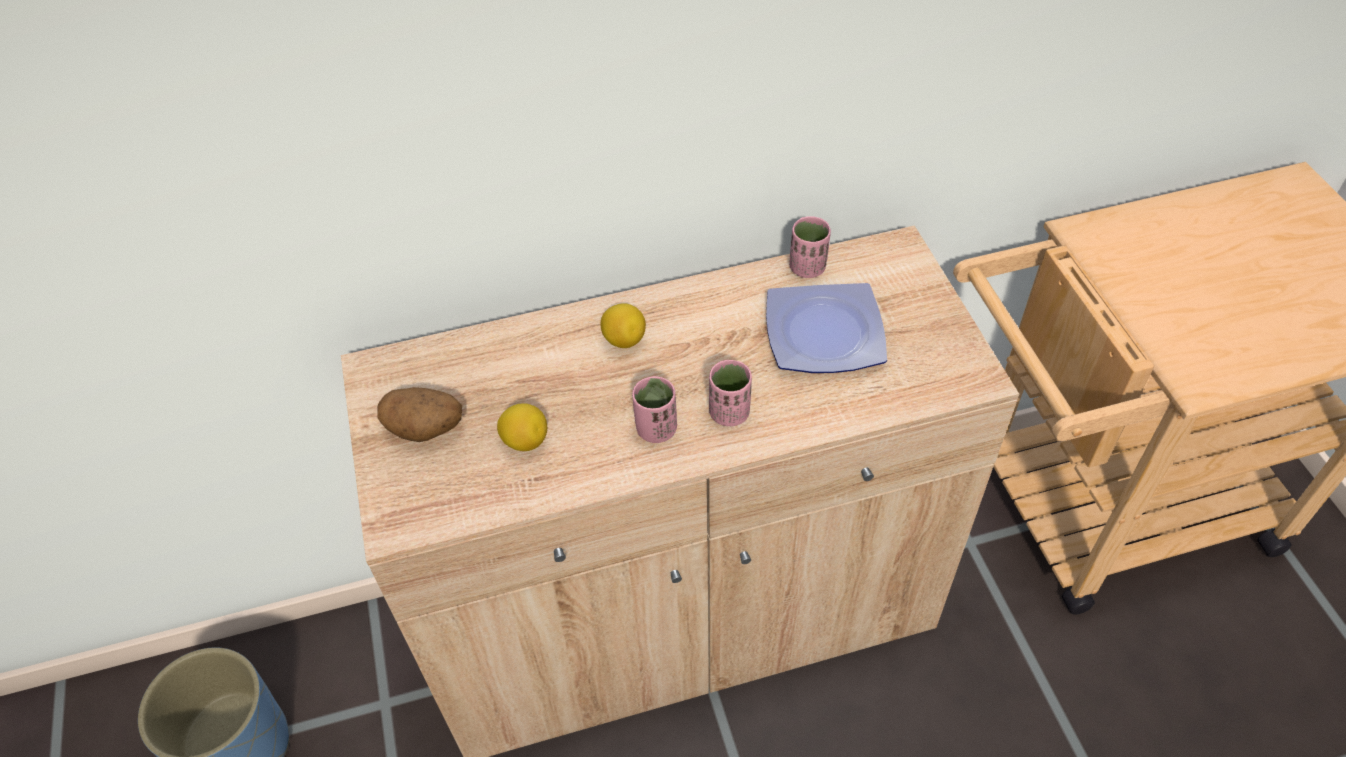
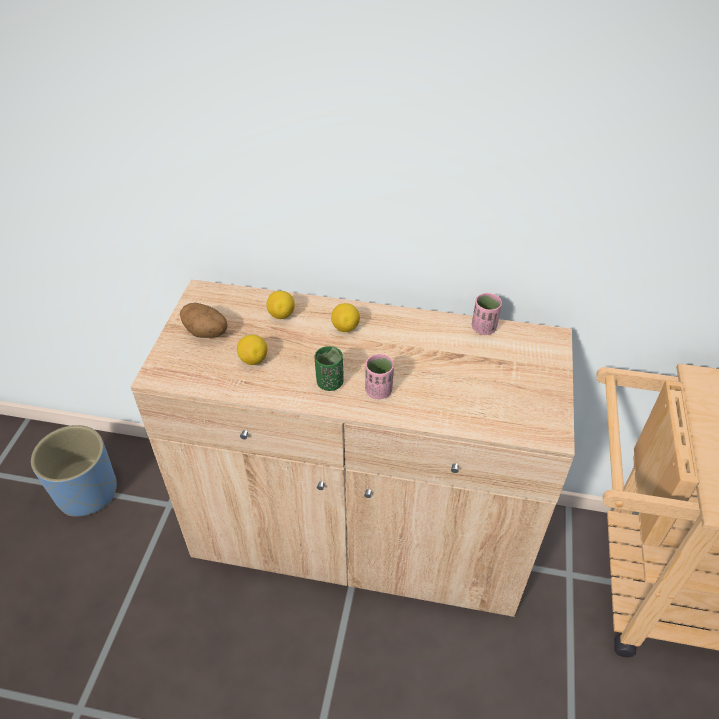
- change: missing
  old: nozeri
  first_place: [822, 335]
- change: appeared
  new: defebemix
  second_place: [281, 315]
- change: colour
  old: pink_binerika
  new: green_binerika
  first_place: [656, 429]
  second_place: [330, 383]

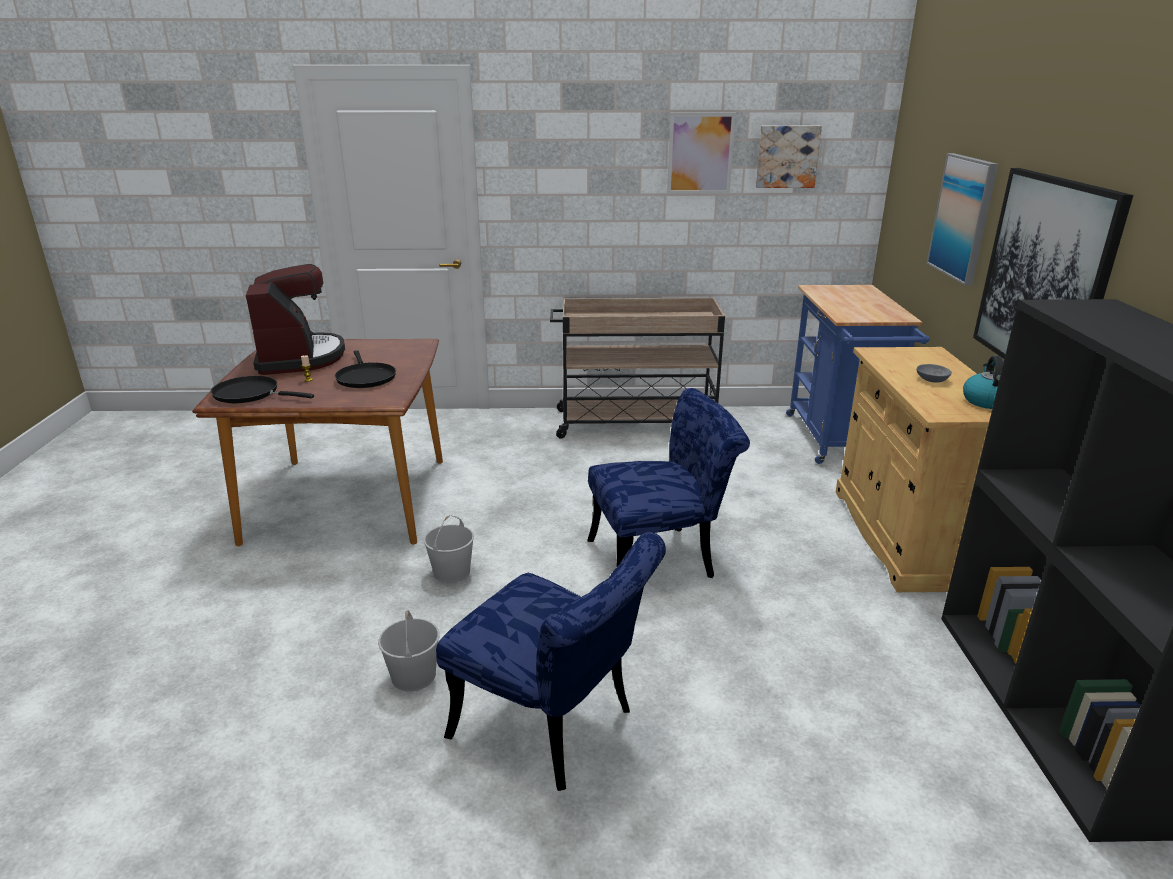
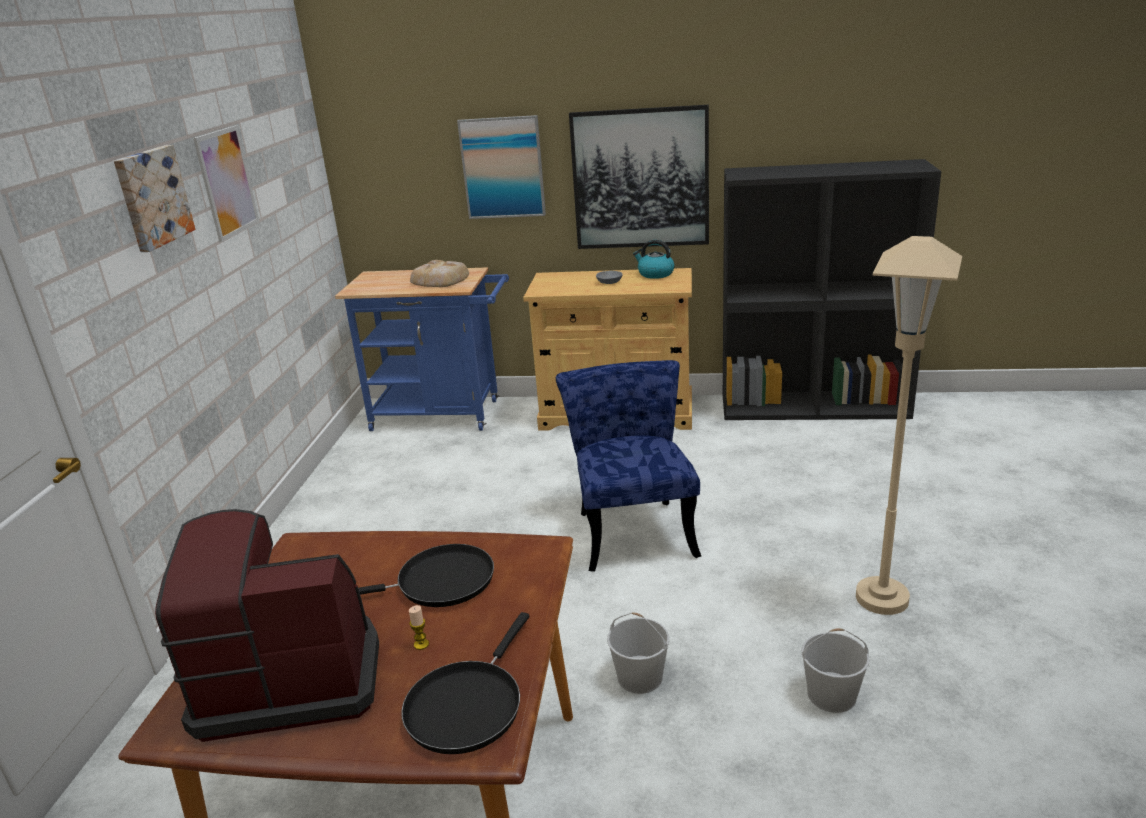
- change: missing
  old: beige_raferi
  first_place: [635, 423]
- change: appeared
  new: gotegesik
  second_place: [441, 280]
- change: relocated
  old: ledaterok
  first_place: [787, 156]
  second_place: [152, 197]
- change: exchanged
  old: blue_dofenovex
  new: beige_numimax
  first_place: [555, 728]
  second_place: [882, 598]

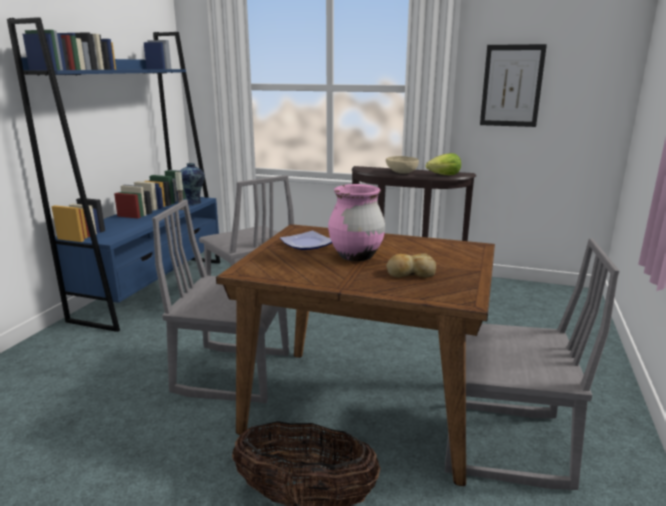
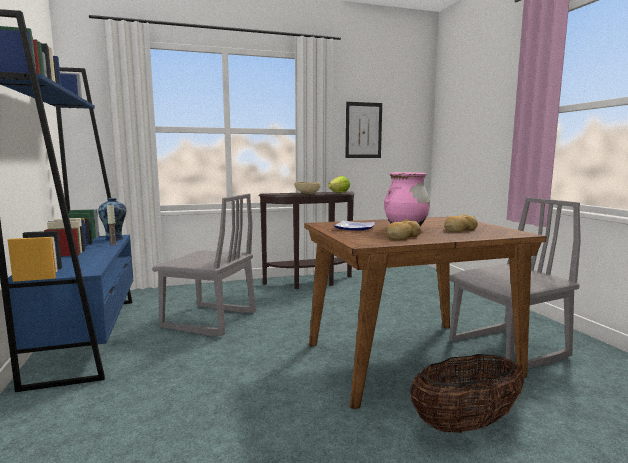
- change: missing
  old: grey_dofenovex
  first_place: [233, 373]
- change: appeared
  new: gotegesik
  second_place: [402, 237]

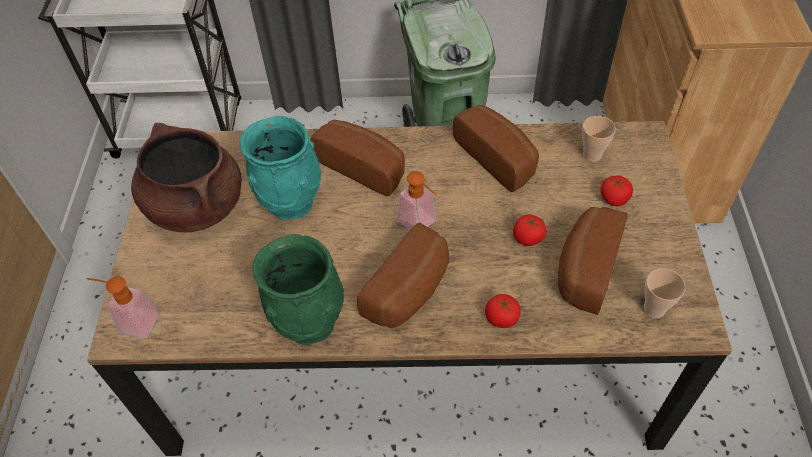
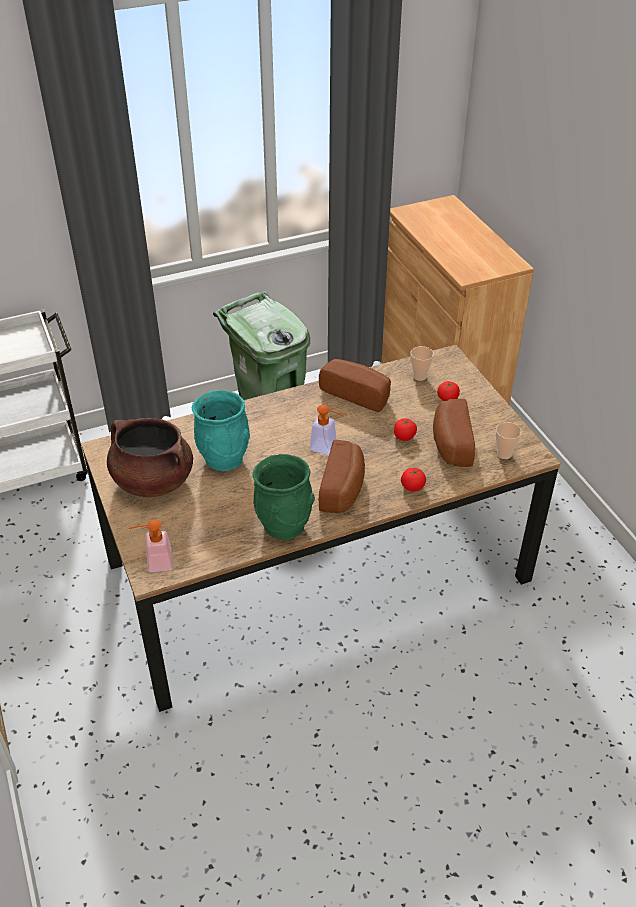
- change: missing
  old: gotegesik
  first_place: [364, 166]

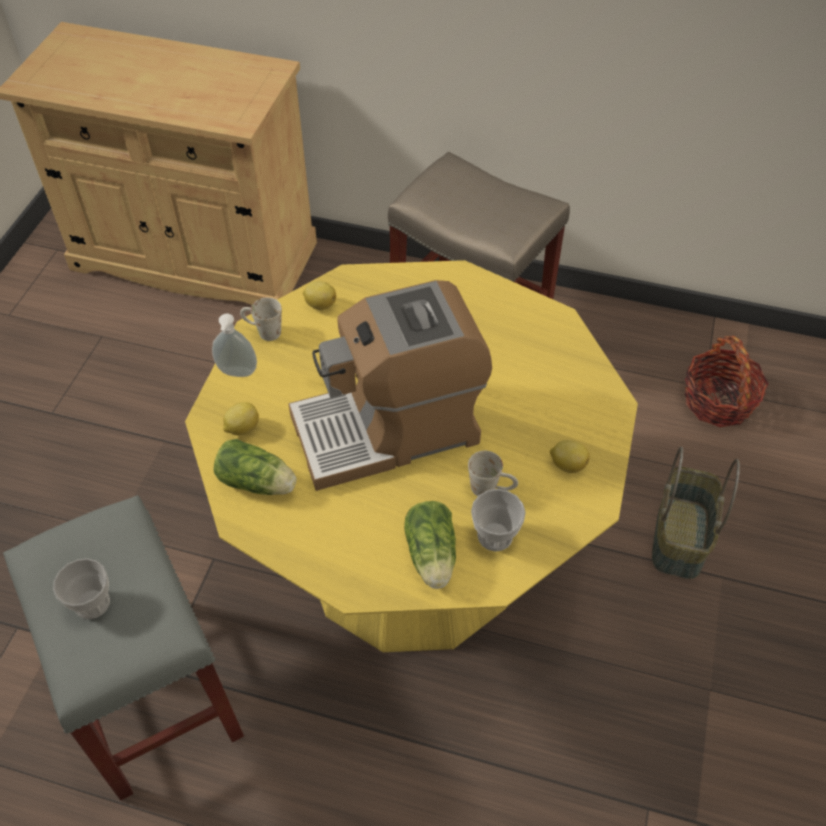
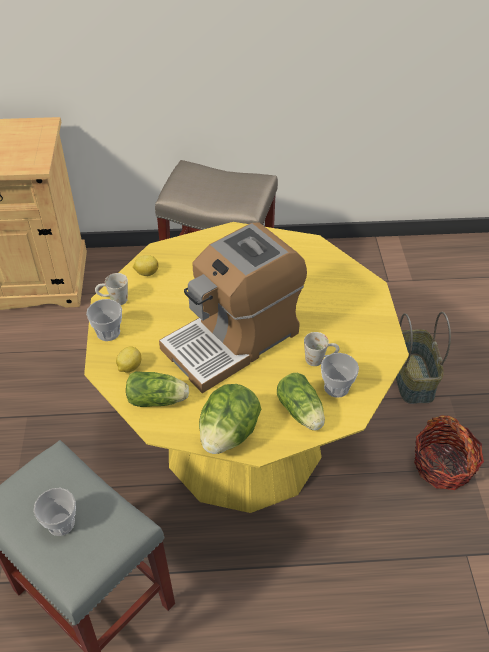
- change: missing
  old: defebemix
  first_place: [567, 464]
- change: appeared
  new: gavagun
  second_place: [228, 434]
- change: relocated
  old: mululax
  first_place: [718, 401]
  second_place: [443, 465]
- change: exchanged
  old: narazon
  new: binerika
  first_place: [237, 374]
  second_place: [108, 332]

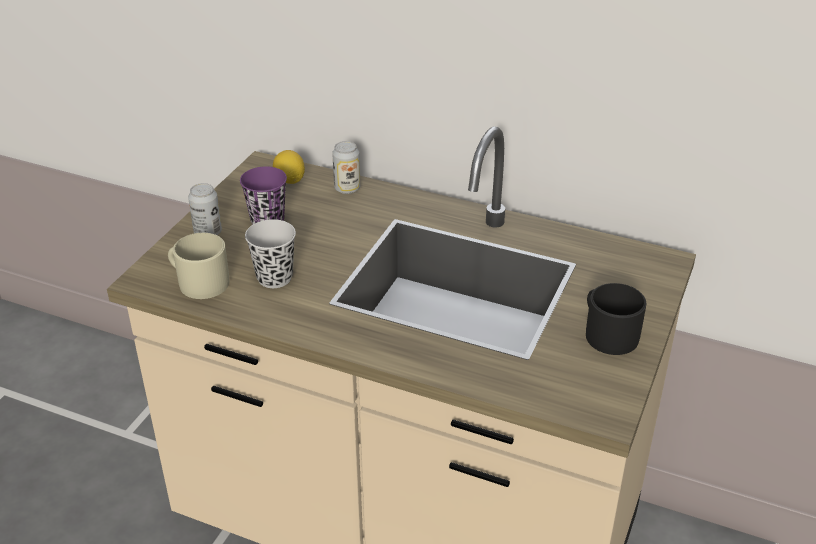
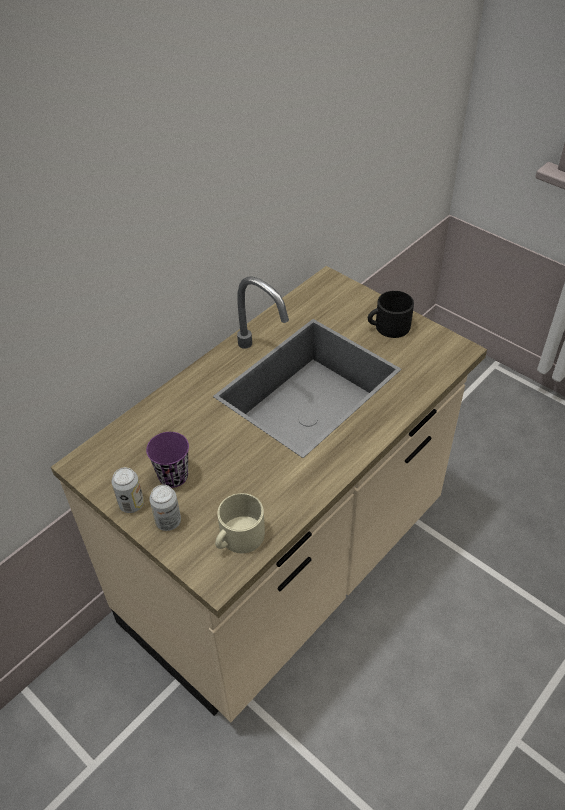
- change: missing
  old: black_binerika
  first_place: [274, 278]
- change: missing
  old: defebemix
  first_place: [290, 180]
- change: relocated
  old: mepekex
  first_place: [347, 188]
  second_place: [131, 504]

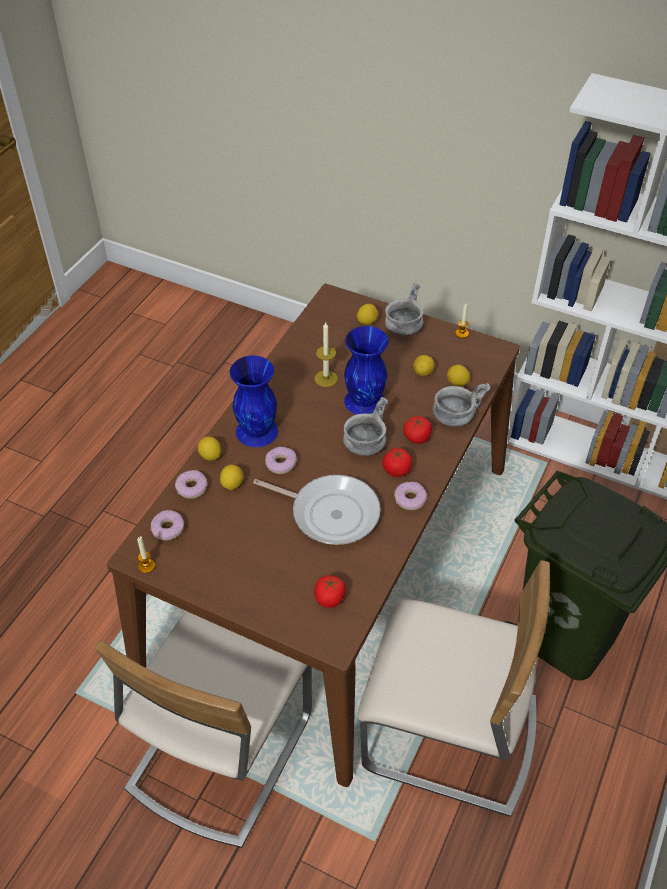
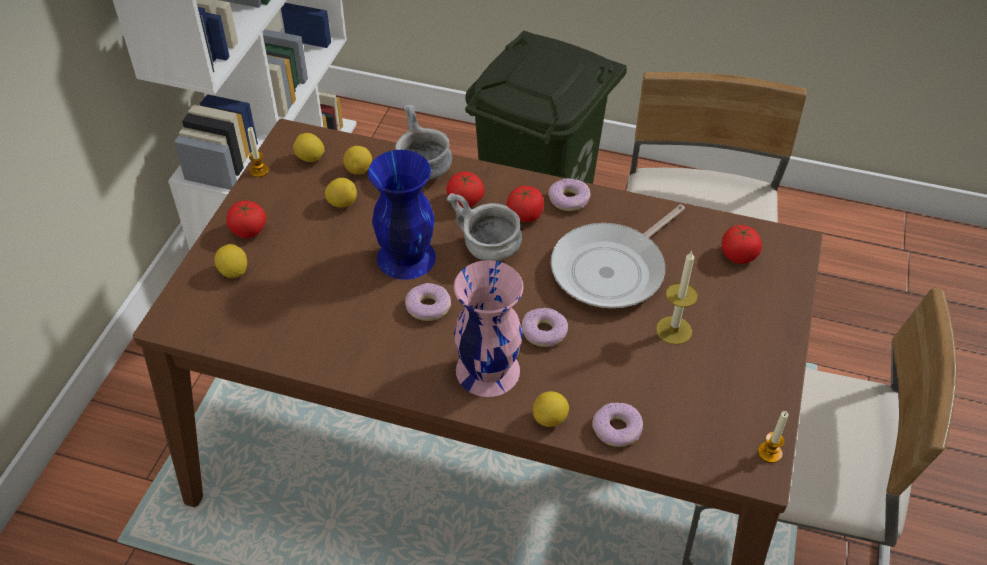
- change: relocated
  old: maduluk
  first_place: [168, 529]
  second_place: [428, 307]
- change: relocated
  old: defebemix
  first_place: [232, 484]
  second_place: [310, 158]
- change: relocated
  old: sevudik
  first_place: [326, 378]
  second_place: [674, 330]
- change: exchanged
  old: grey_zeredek
  new: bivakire
  first_place: [403, 328]
  second_place: [248, 230]
- change: colour
  old: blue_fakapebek
  new: pink_fakapebek
  first_place: [257, 431]
  second_place: [486, 369]
- change: spun
  old: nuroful
  first_place: [330, 512]
  second_place: [612, 269]
  degrees: -150

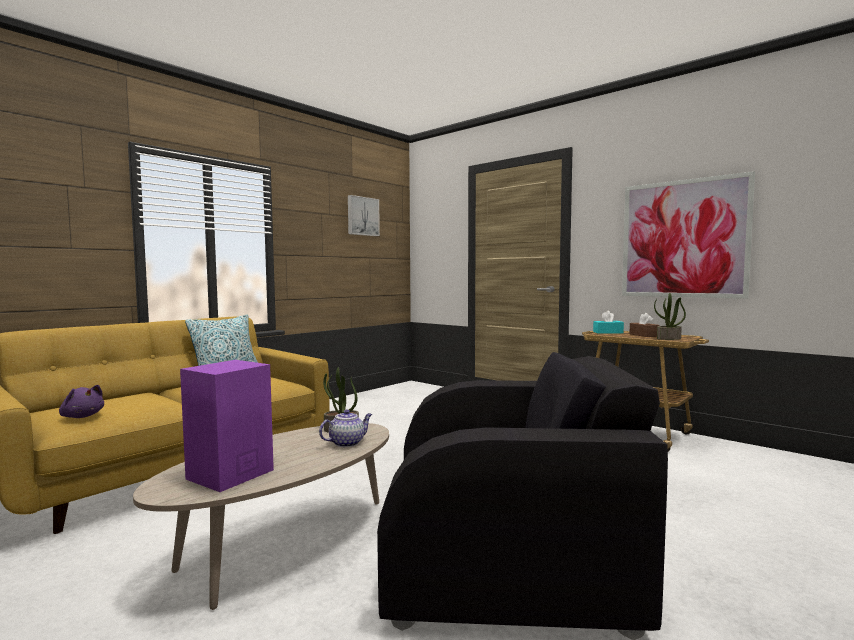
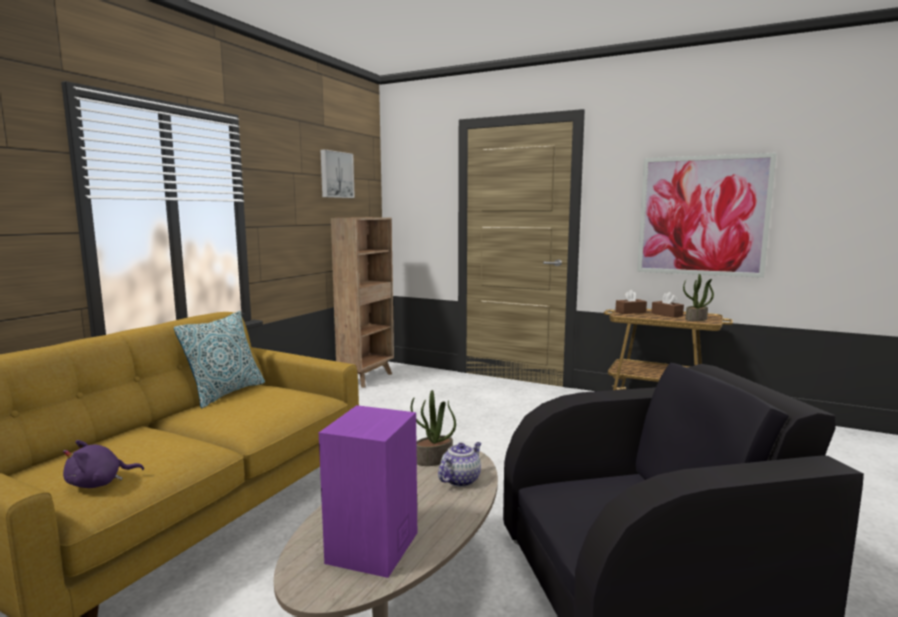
- change: appeared
  new: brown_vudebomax
  second_place: [367, 378]
- change: colour
  old: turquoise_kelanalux
  new: brown_kelanalux
  first_place: [608, 332]
  second_place: [630, 312]
- change: spun
  old: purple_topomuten
  first_place: [82, 416]
  second_place: [99, 483]
  degrees: 135

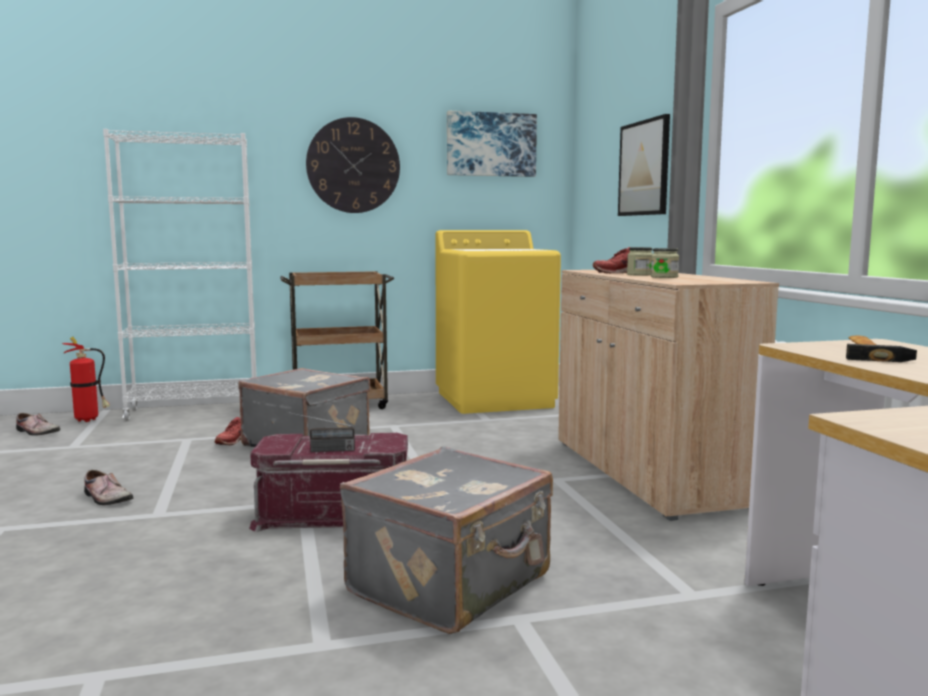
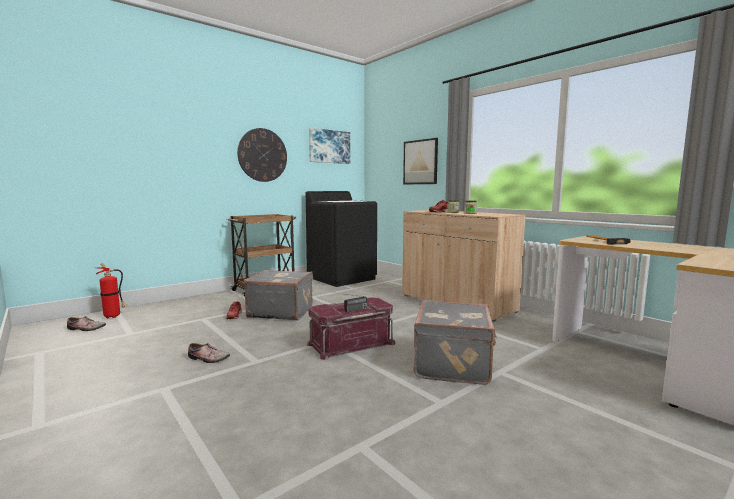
- change: missing
  old: white_vudebomax
  first_place: [195, 411]
- change: colour
  old: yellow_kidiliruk
  new: black_kidiliruk
  first_place: [495, 399]
  second_place: [342, 278]

